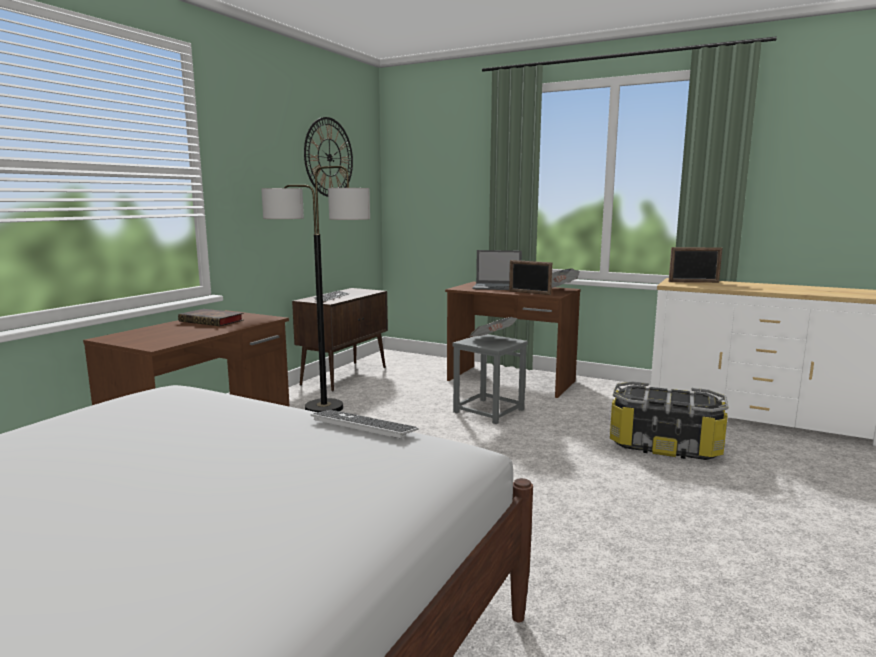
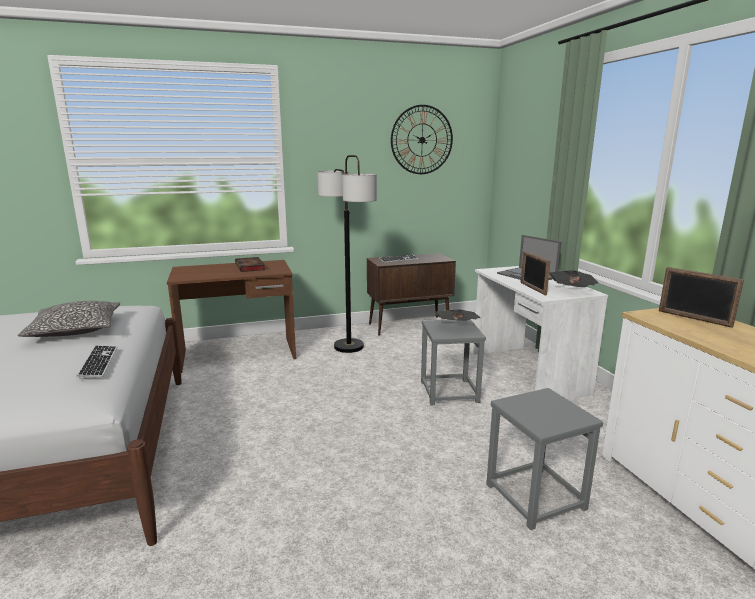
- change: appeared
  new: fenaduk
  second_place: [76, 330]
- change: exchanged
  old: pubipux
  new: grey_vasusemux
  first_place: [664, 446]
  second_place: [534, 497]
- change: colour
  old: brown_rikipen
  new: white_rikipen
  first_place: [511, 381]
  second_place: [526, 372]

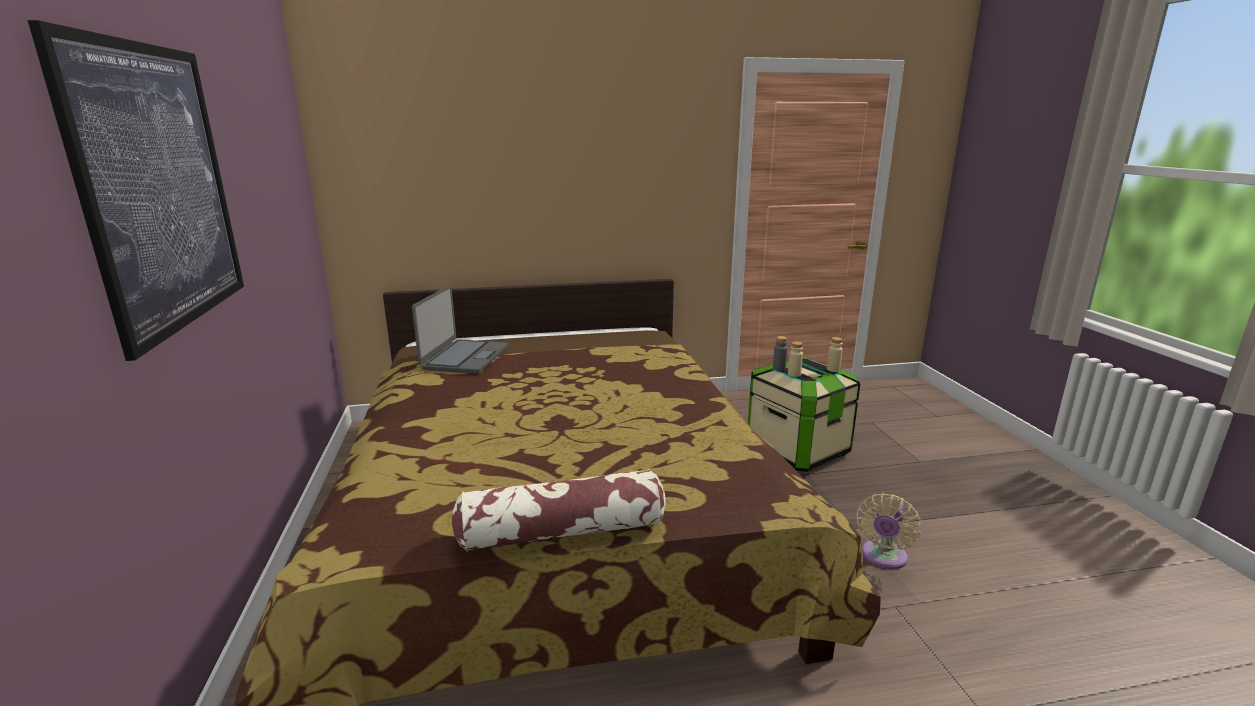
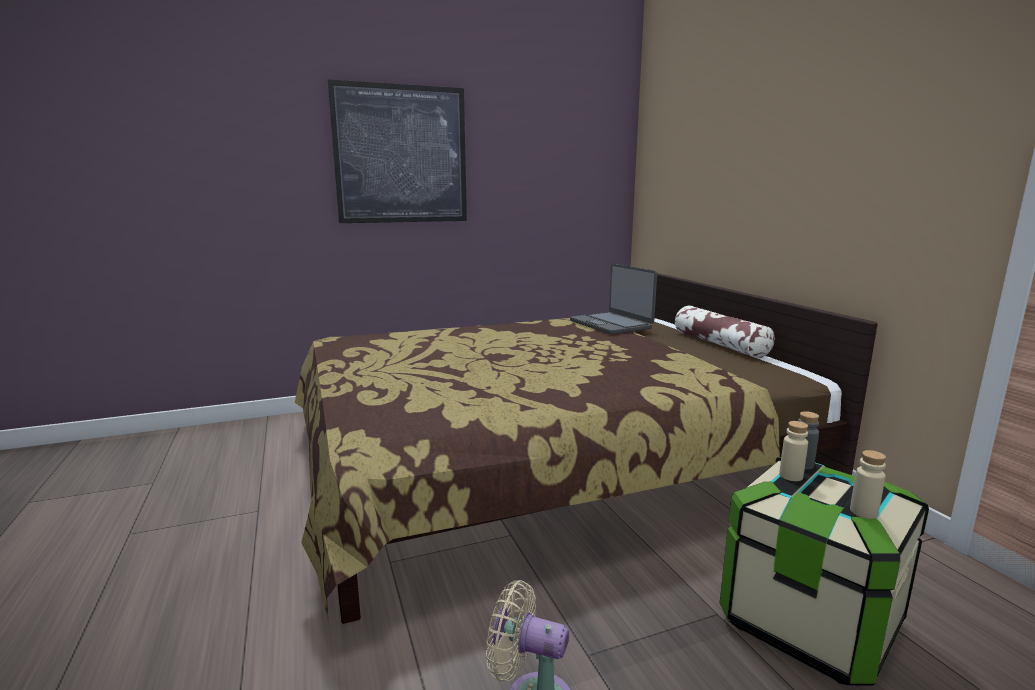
- change: relocated
  old: fenaduk
  first_place: [561, 532]
  second_place: [719, 344]
- change: spun
  old: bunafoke
  first_place: [464, 358]
  second_place: [611, 324]
  degrees: 60

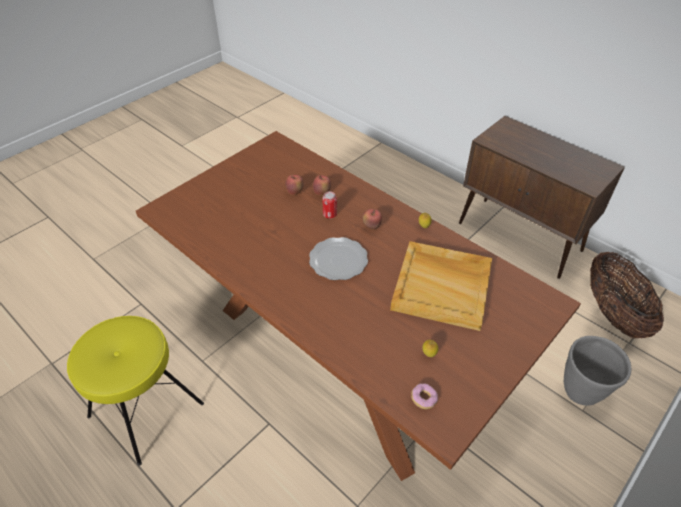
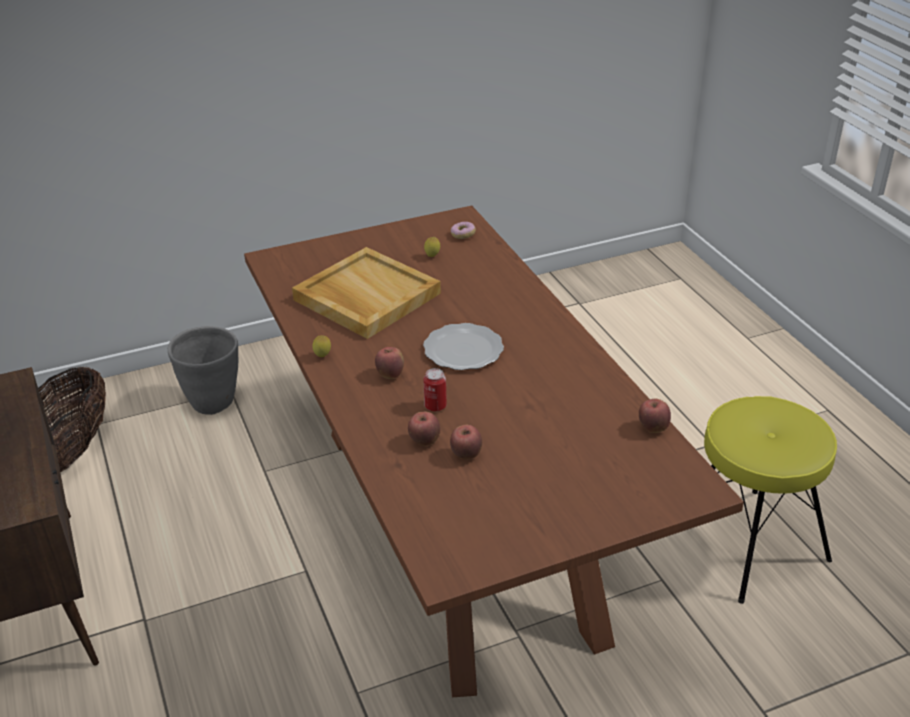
- change: appeared
  new: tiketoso
  second_place: [652, 428]

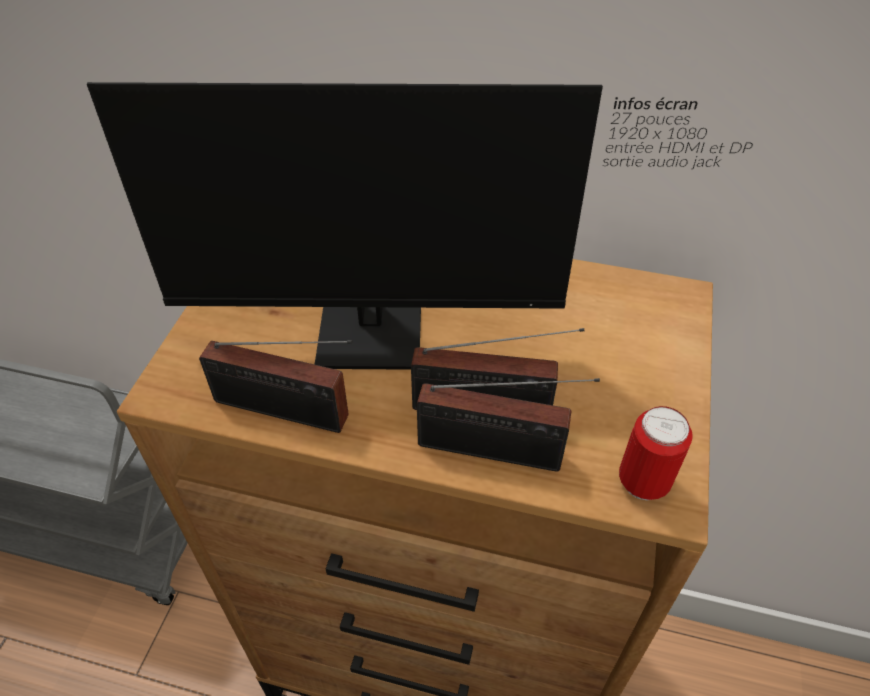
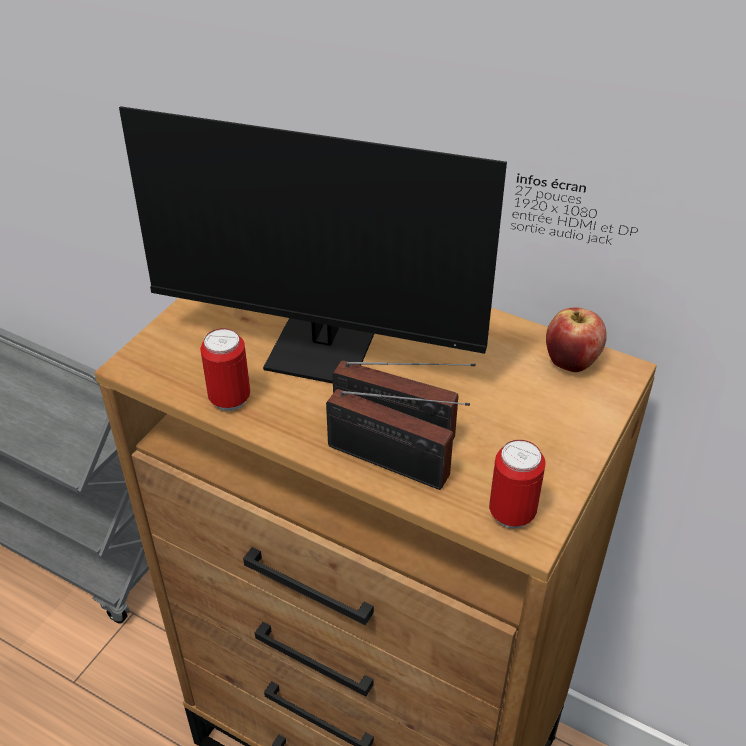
- change: appeared
  new: tiketoso
  second_place: [571, 362]
- change: exchanged
  old: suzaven
  new: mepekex
  first_place: [288, 412]
  second_place: [230, 399]

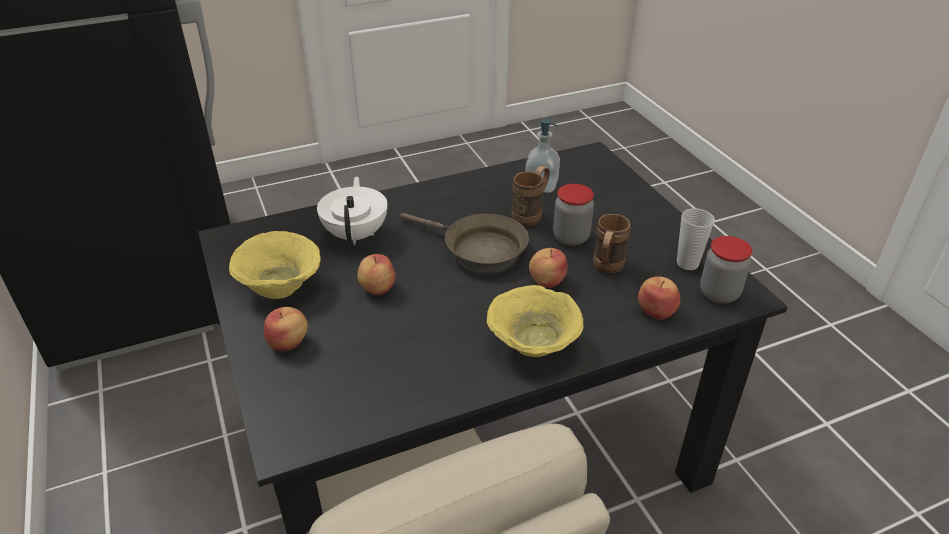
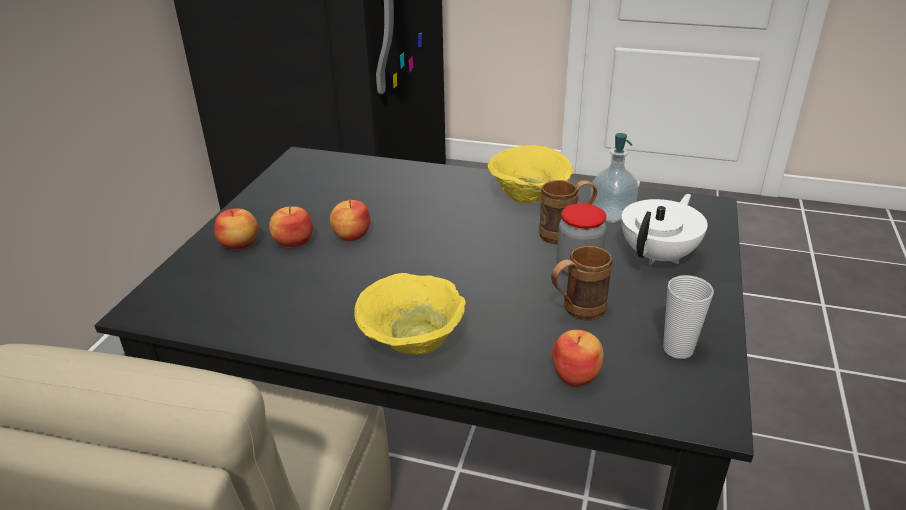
- change: missing
  old: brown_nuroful
  first_place: [478, 249]
- change: missing
  old: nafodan
  first_place: [719, 293]
- change: relocated
  old: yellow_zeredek
  first_place: [282, 285]
  second_place: [530, 195]
- change: relocated
  old: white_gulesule
  first_place: [356, 234]
  second_place: [659, 255]
- change: relocated
  old: tiketoso
  first_place: [547, 281]
  second_place: [293, 241]

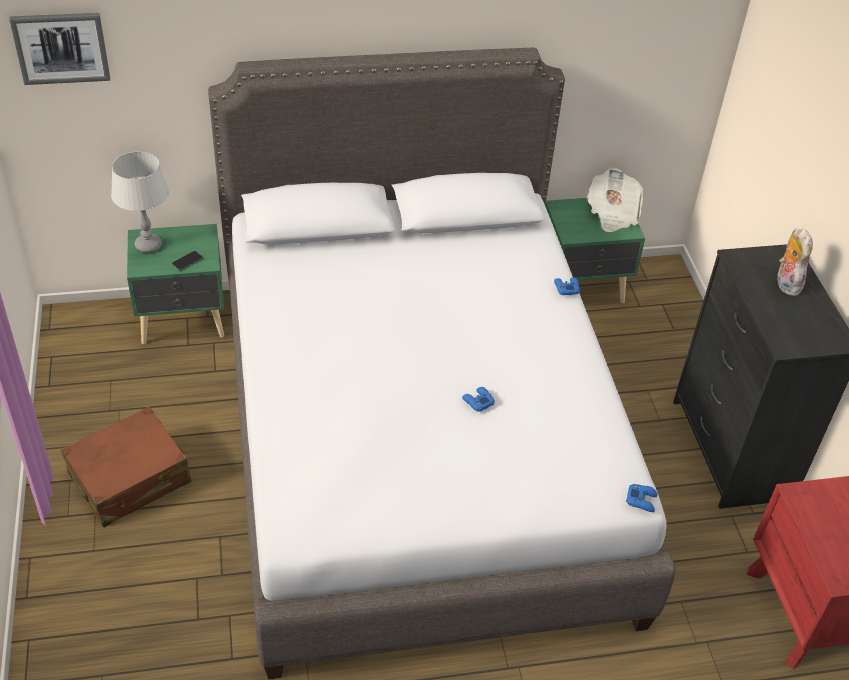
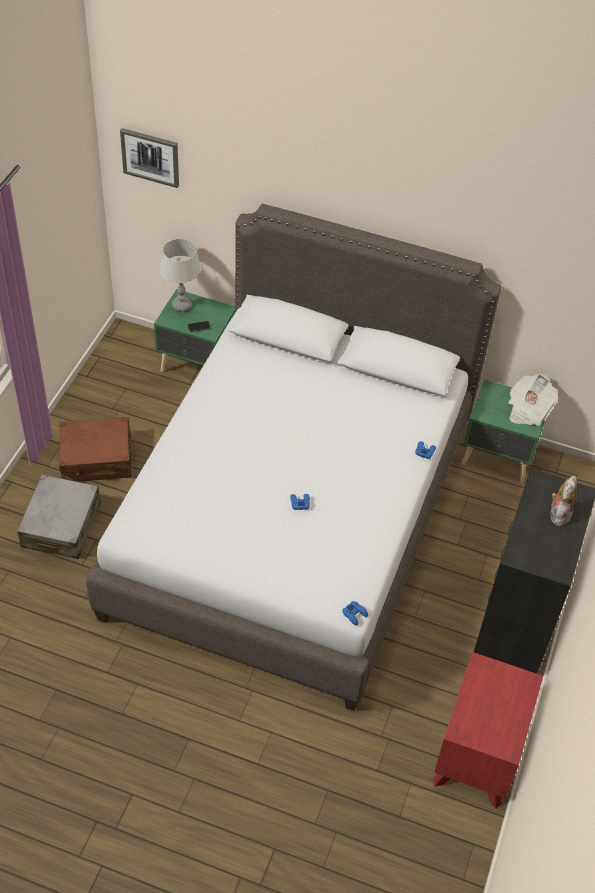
- change: appeared
  new: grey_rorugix
  second_place: [61, 525]

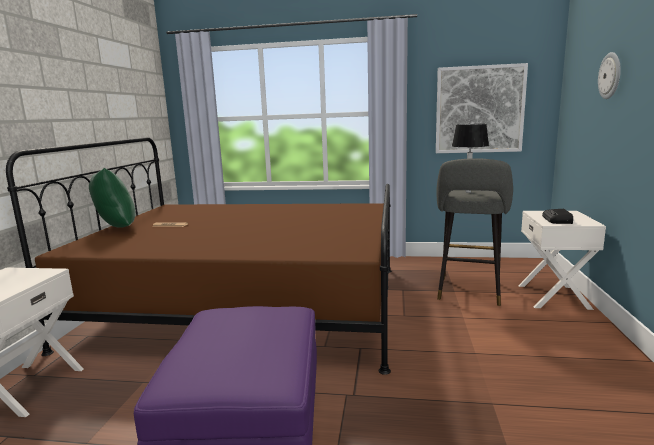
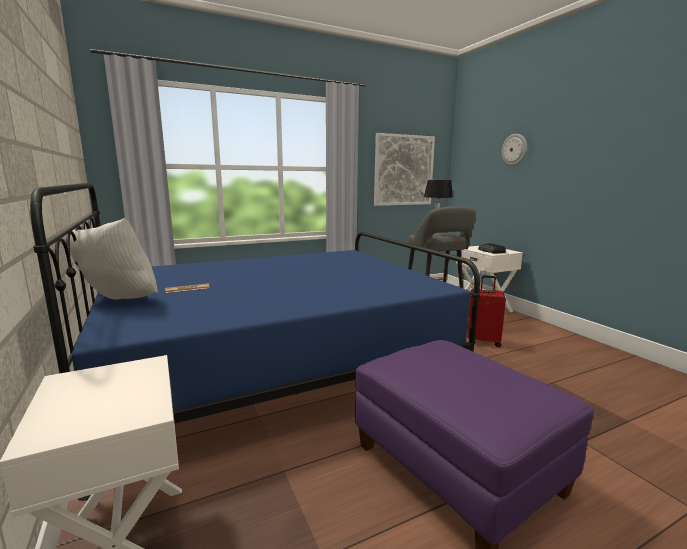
- change: appeared
  new: red_rorugix
  second_place: [483, 341]
- change: colour
  old: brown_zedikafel
  new: blue_zedikafel
  first_place: [248, 305]
  second_place: [276, 365]
- change: colour
  old: green_fenaduk
  new: white_fenaduk
  first_place: [115, 229]
  second_place: [117, 302]

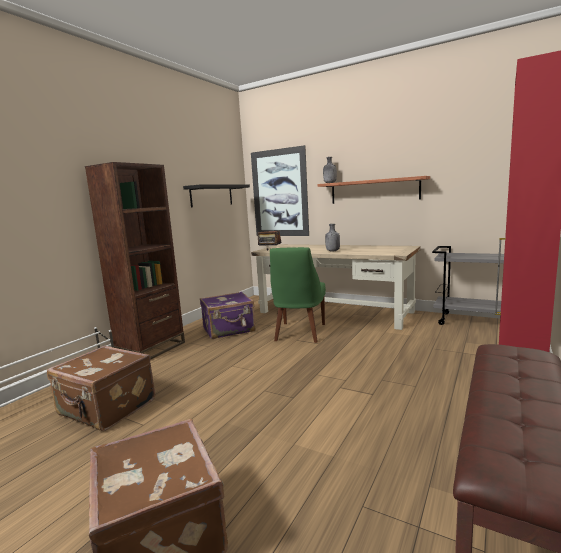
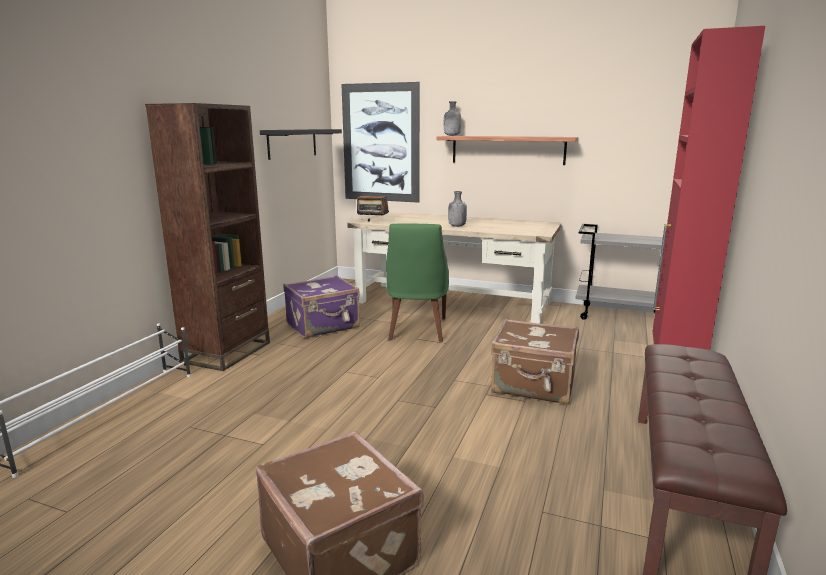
- change: relocated
  old: brown_rorugix
  first_place: [106, 409]
  second_place: [534, 386]

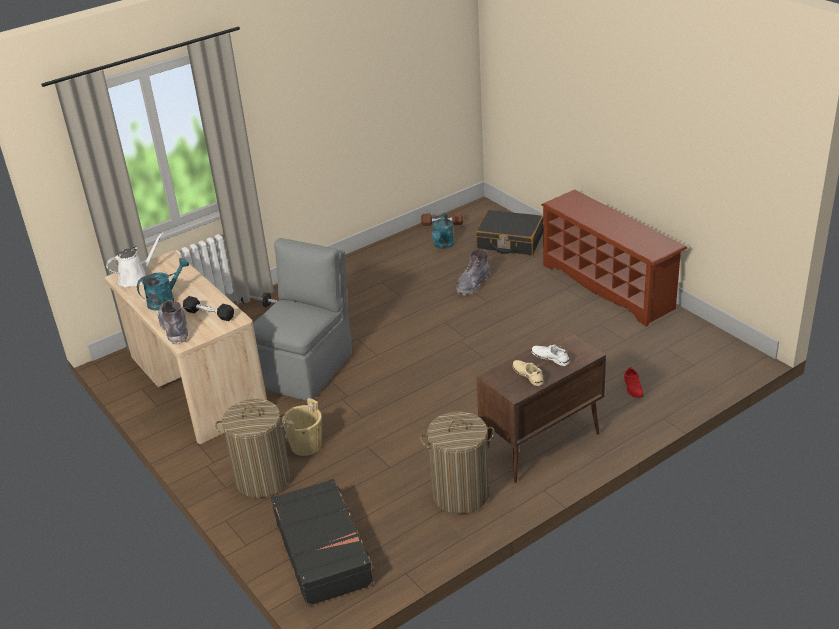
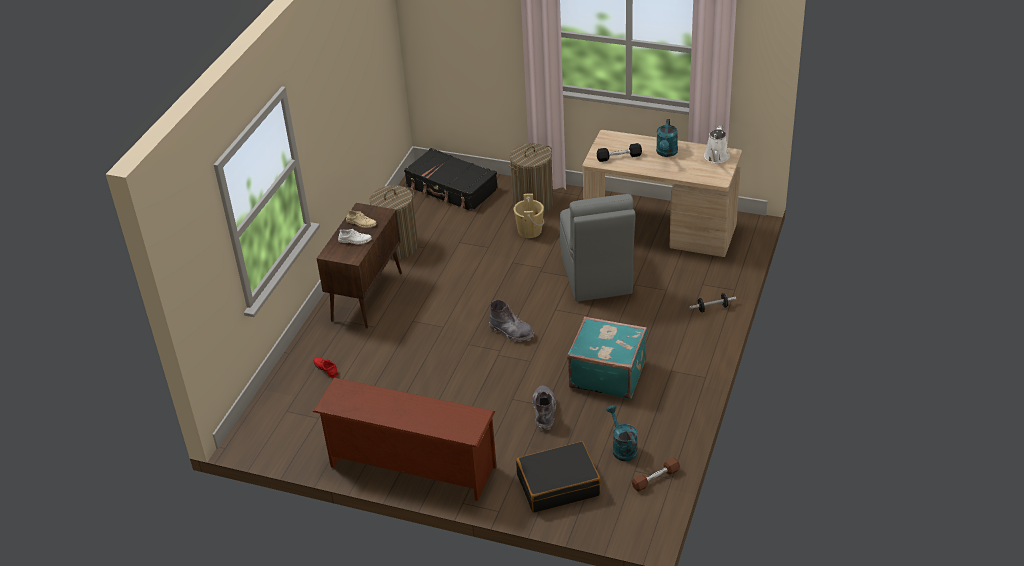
- change: appeared
  new: turquoise_rorugix
  second_place: [607, 374]
- change: relocated
  old: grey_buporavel
  first_place: [174, 328]
  second_place: [511, 332]

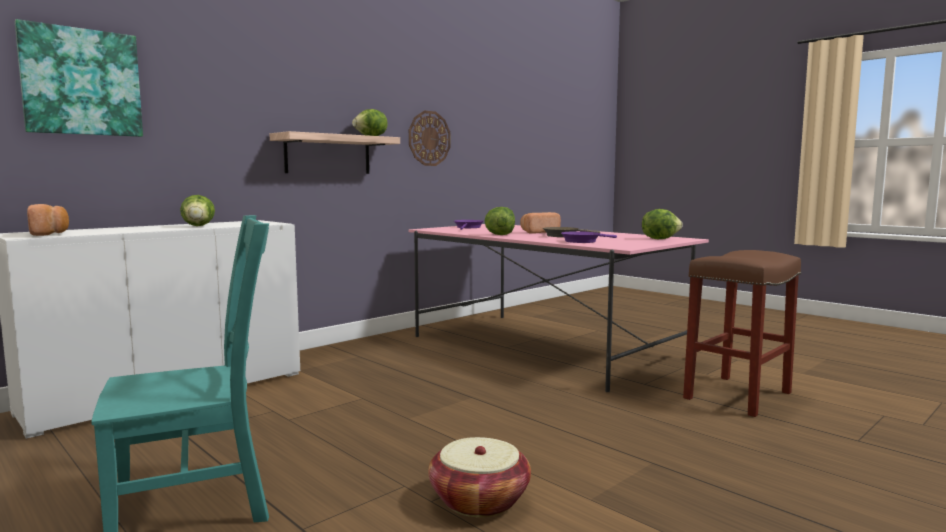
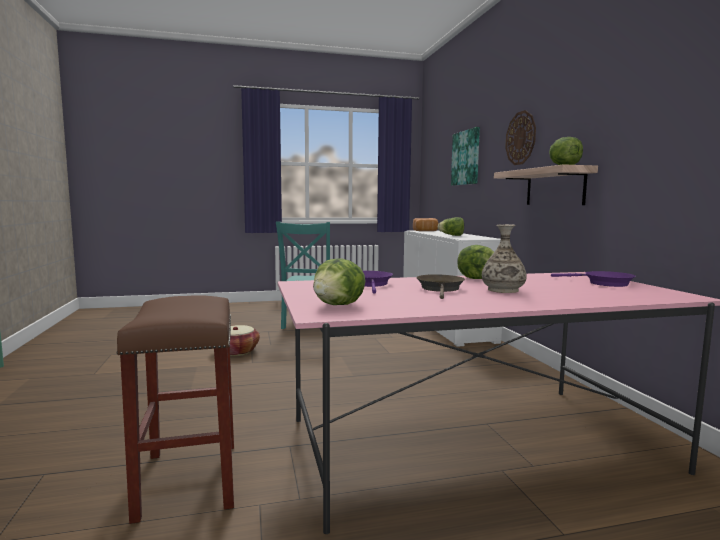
- change: relocated
  old: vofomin
  first_place: [429, 138]
  second_place: [521, 138]
- change: exchanged
  old: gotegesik
  new: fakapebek
  first_place: [538, 232]
  second_place: [502, 290]

